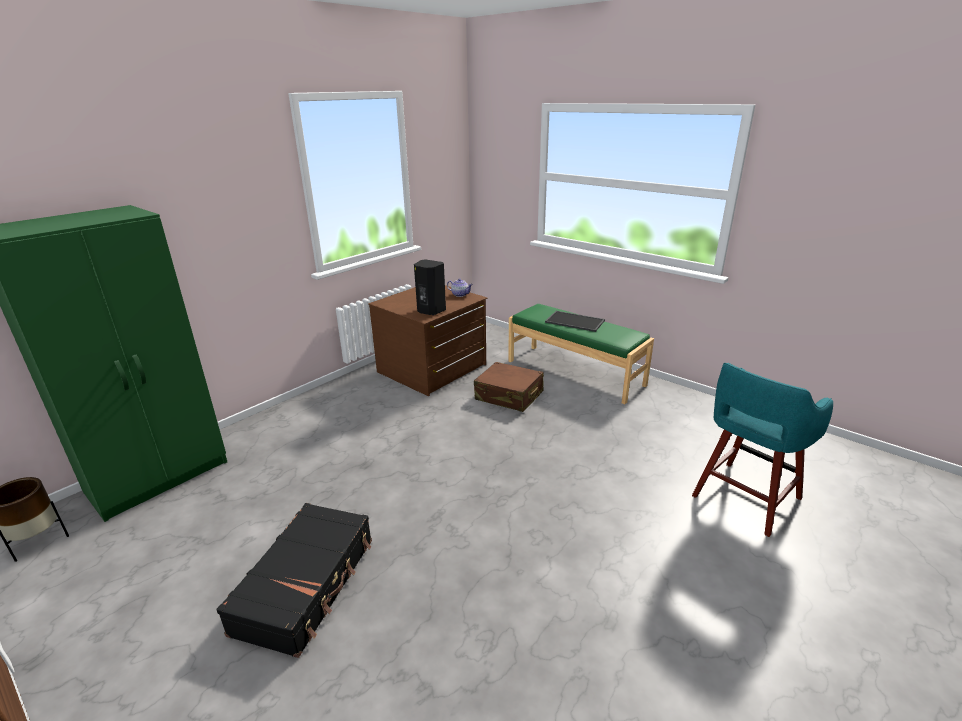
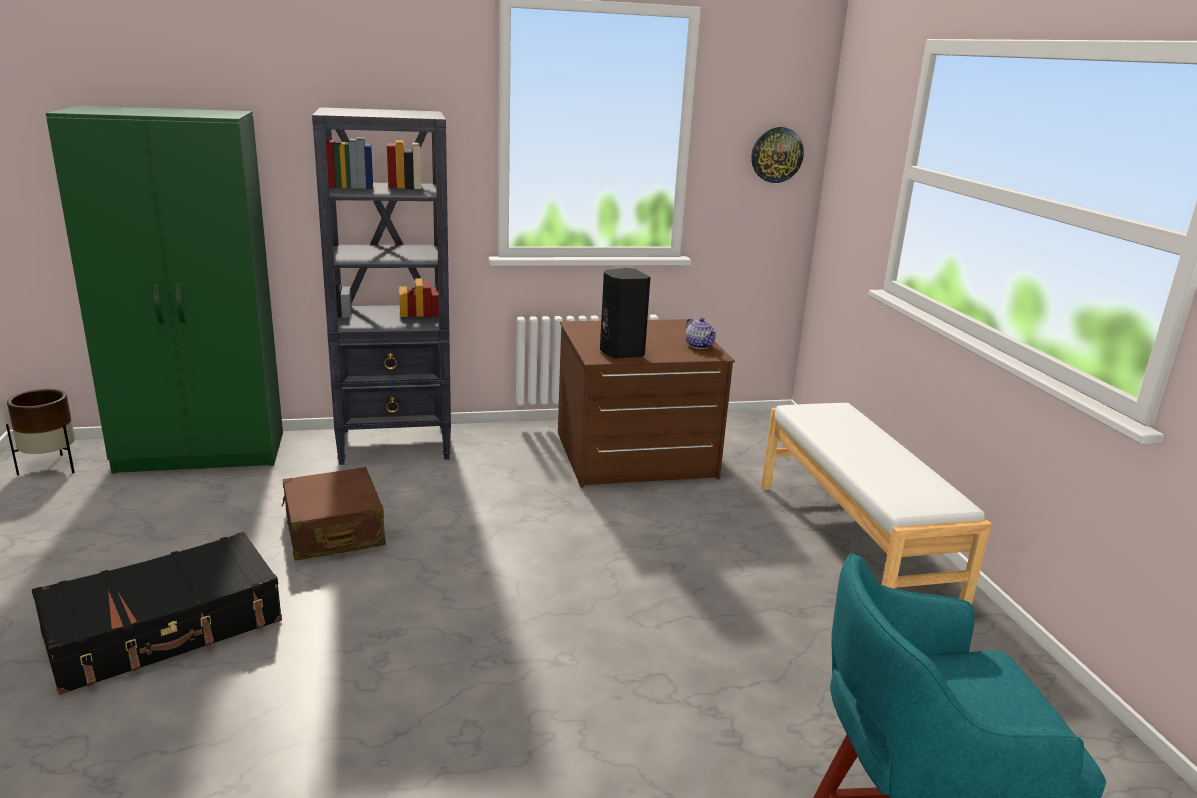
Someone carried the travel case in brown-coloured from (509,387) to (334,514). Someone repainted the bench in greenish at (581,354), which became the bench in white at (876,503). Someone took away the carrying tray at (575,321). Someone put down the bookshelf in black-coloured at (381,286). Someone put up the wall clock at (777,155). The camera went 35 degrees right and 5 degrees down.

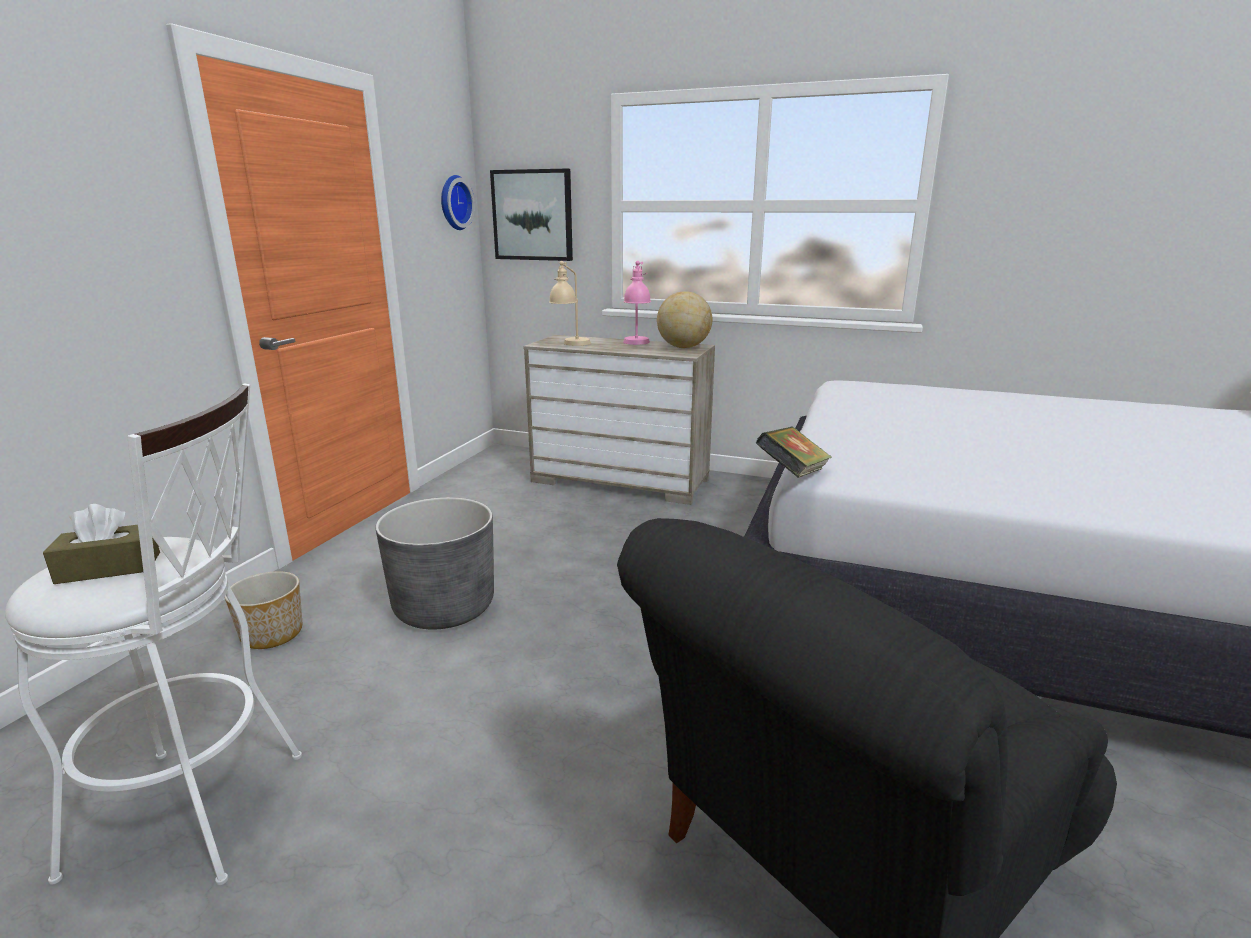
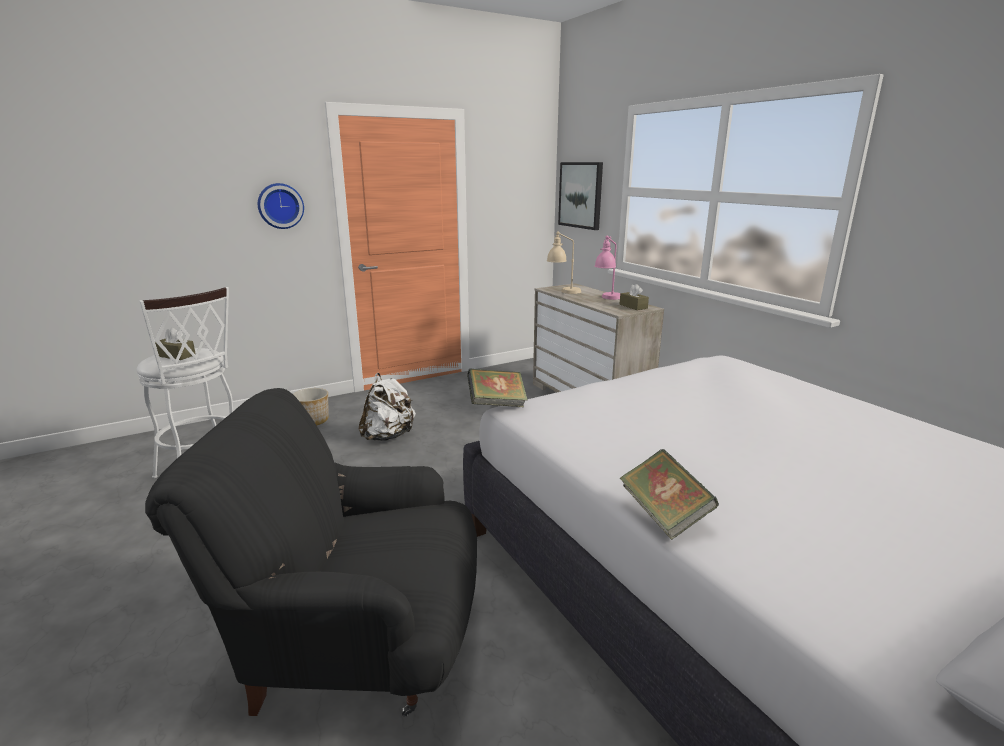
Someone swapped the plant pot in greyish at (435,563) for the rucksack in white at (387,407). Someone carried the wall clock from (458,202) to (281,206). Someone swapped the desk globe at (684,319) for the box of tissues in brown-coloured at (634,297). Someone put down the bound book at (669,494). The camera went 40 degrees right and 0 degrees up.

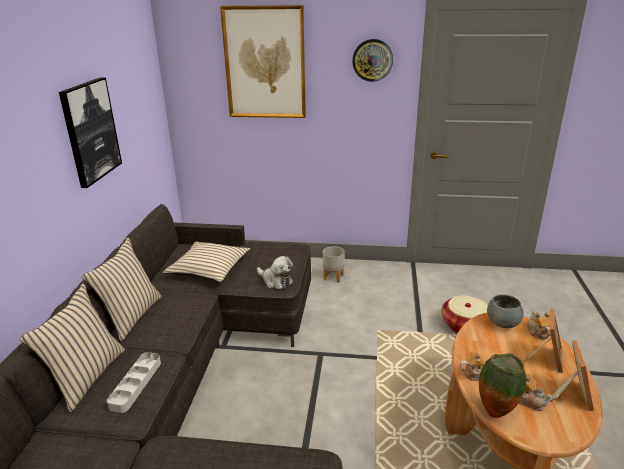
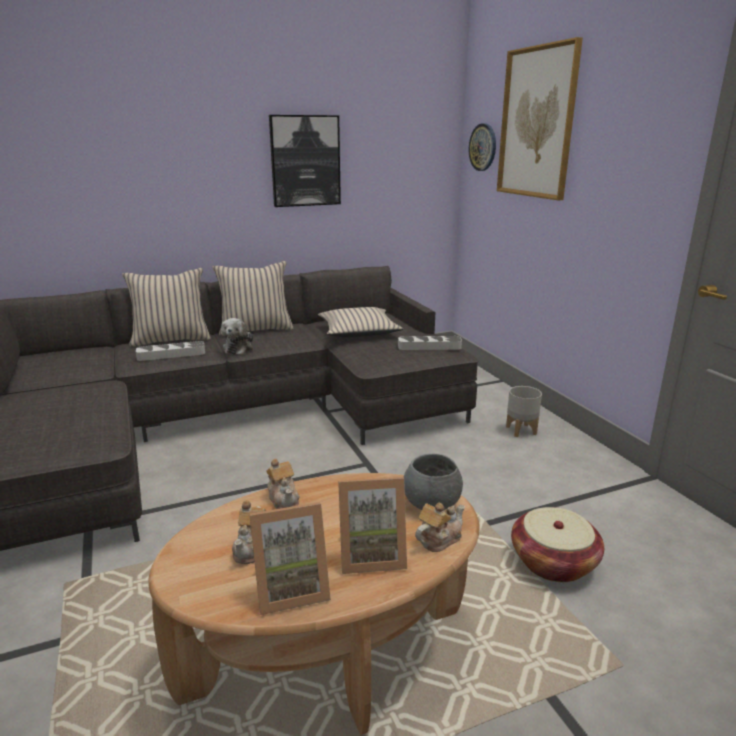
Someone carried the plush toy from (275,272) to (237,336). Someone carried the wall clock from (372,60) to (482,147). Someone took away the decorative vase at (502,385). Someone put down the carrying tray in greyish at (430,343). The camera went 60 degrees right and 5 degrees down.

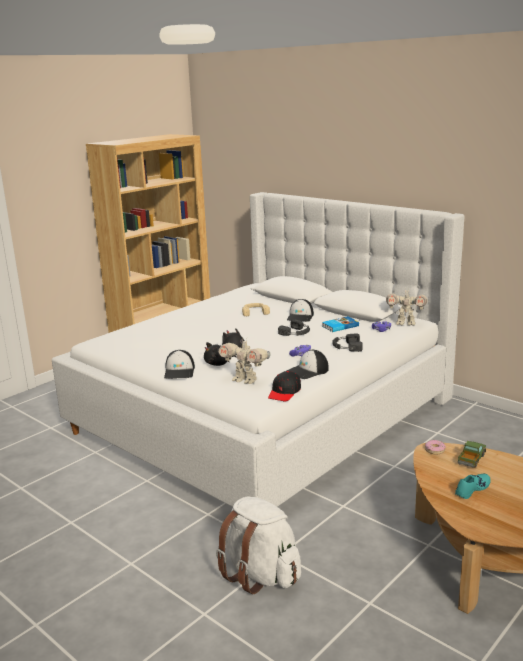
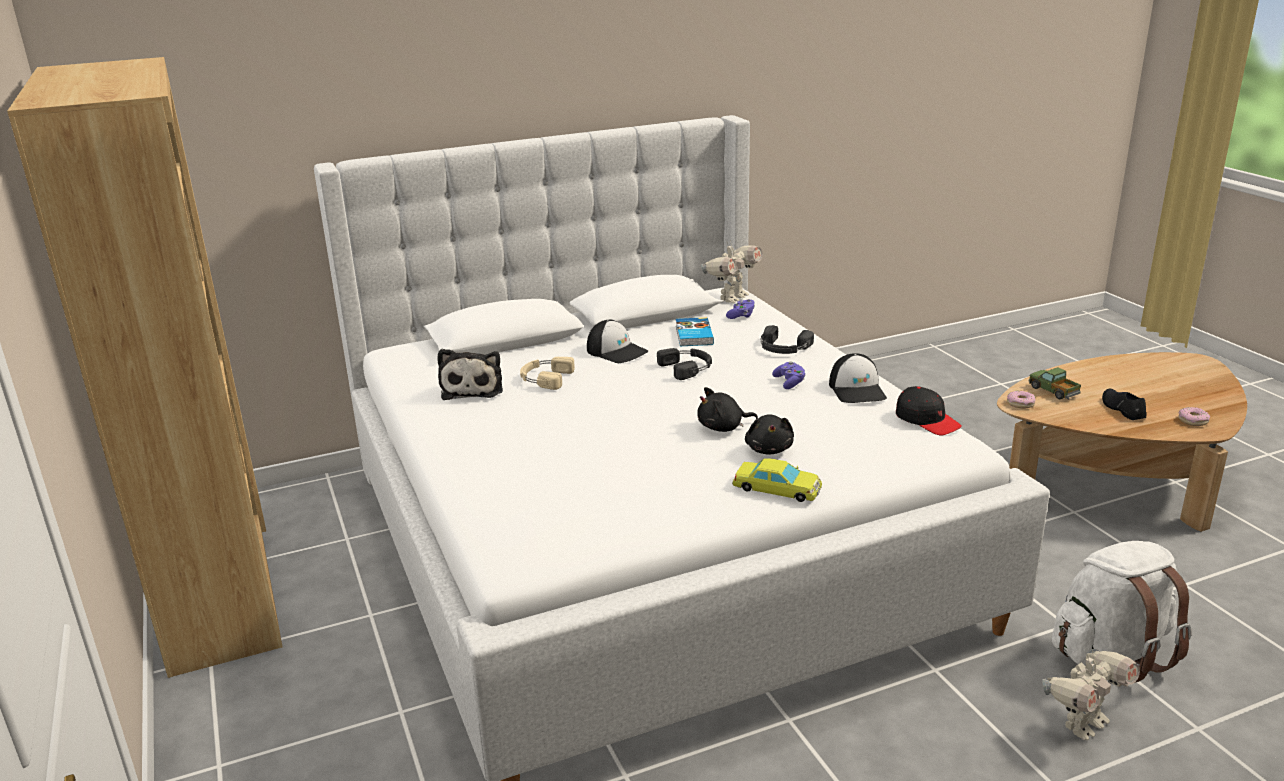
Someone swapped the peaked cap at (179,364) for the model car in yellow-coloured at (777,480). Someone carried the toy robot from (244,362) to (1091,694). Someone repainted the shoe in turquoise-coloured at (473,486), which became the shoe in black-coloured at (1124,404). Someone put down the plush toy at (470,374). Someone put down the doughnut at (1194,416). The camera went 65 degrees left and 5 degrees up.

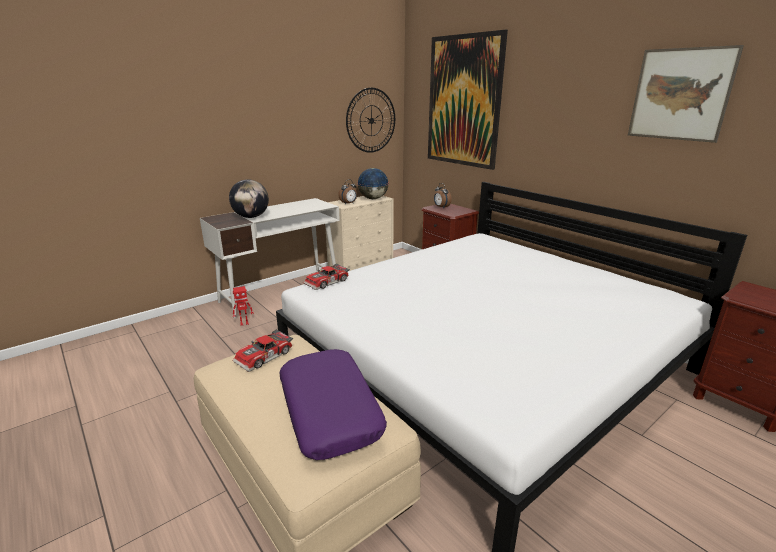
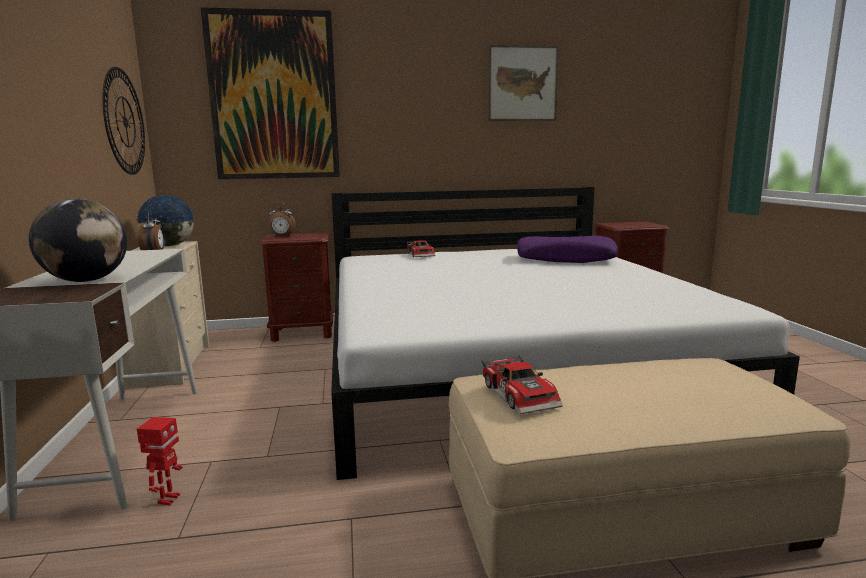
Someone carried the cushion in purplish from (333,404) to (567,249). Someone carried the model car from (327,277) to (421,248). The camera went 60 degrees left and 10 degrees down.

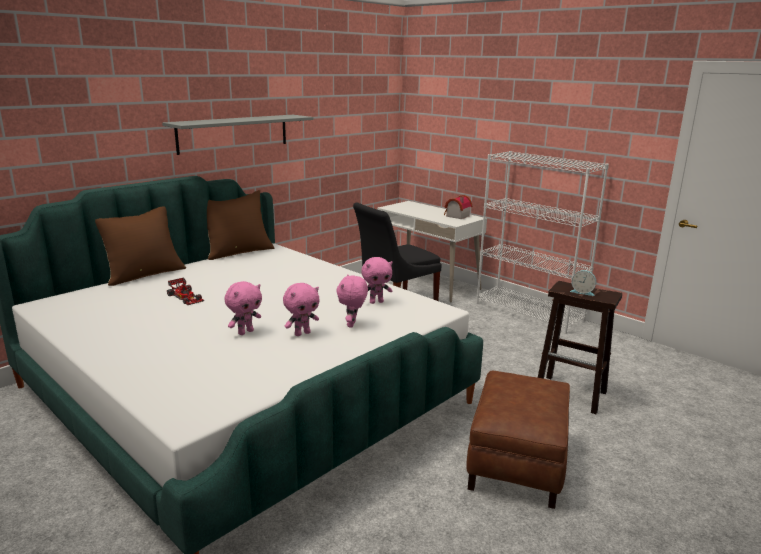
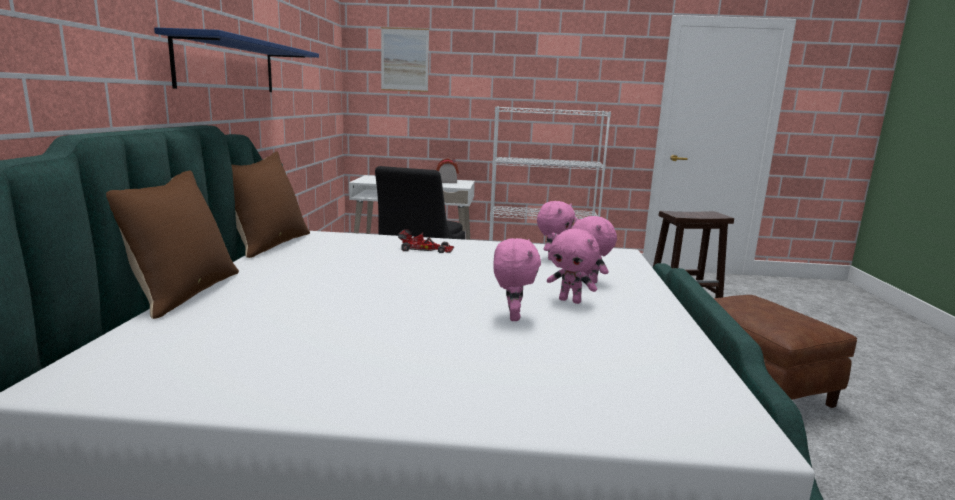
Someone repainted the shelf in greyish at (238,135), which became the shelf in blue at (236,60). Someone carried the model car from (185,291) to (426,241). Someone rotated the plush toy in pink-coloured at (301,309) by 105 degrees clockwise. Someone took away the table clock at (583,283). Someone put up the wall art at (405,59). The camera went 40 degrees left and 5 degrees down.

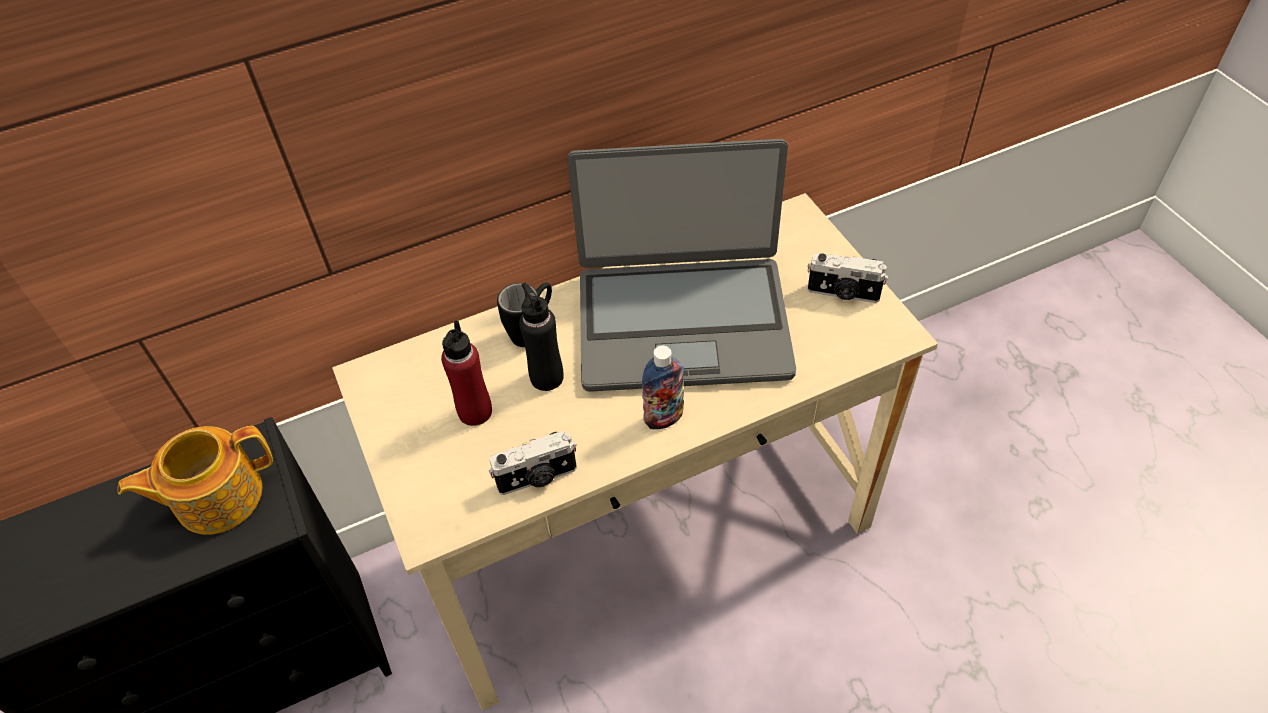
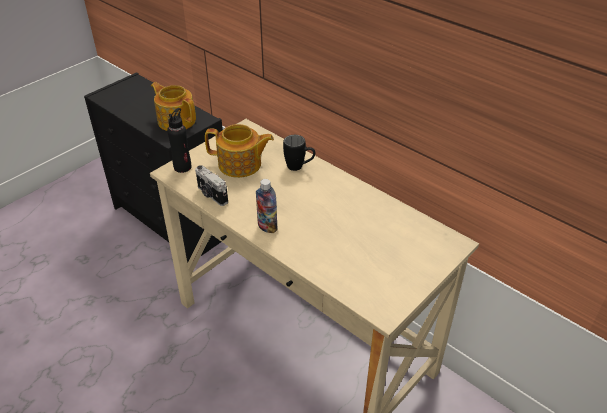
Someone swapped the drink bottle in reddish at (466,373) for the teapot at (239,151). Someone carried the drink bottle in black-coloured from (541,337) to (179,140). Someone took away the portable computer at (681,265). Someone took away the photo camera at (847,278). The camera went 65 degrees right and 10 degrees down.

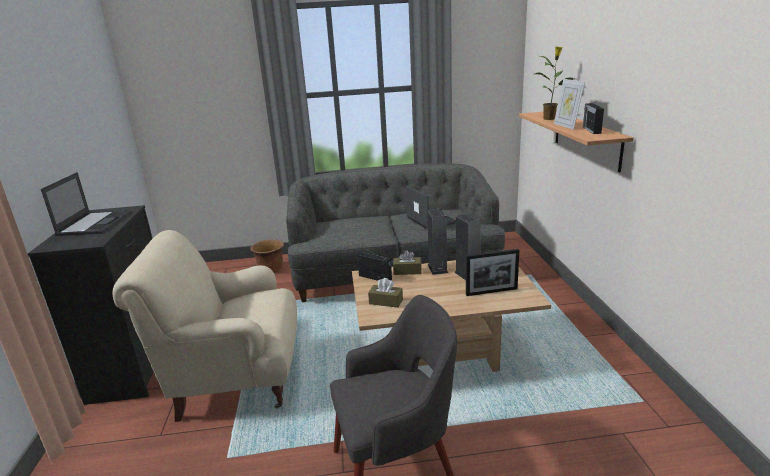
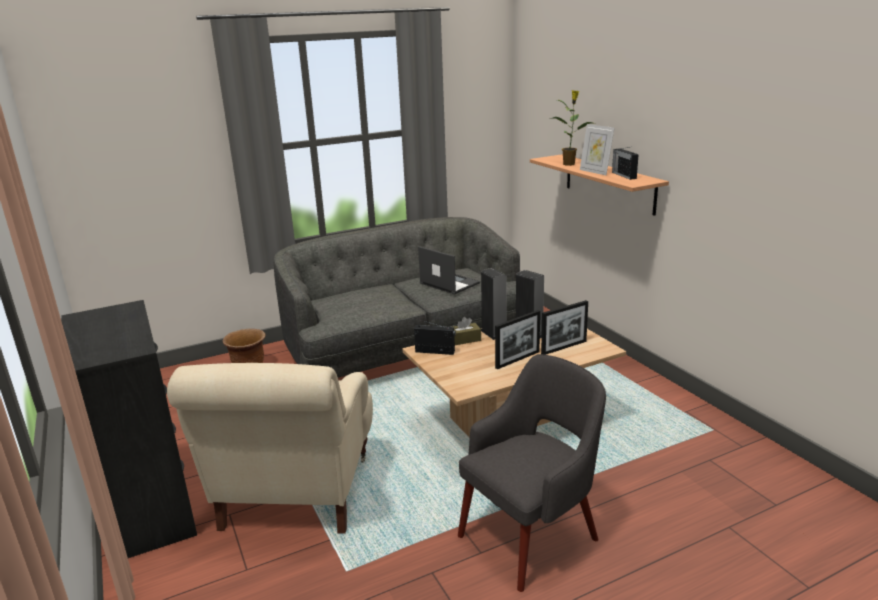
Someone took away the portable computer at (86,204). Someone rotated the armchair in sand-coloured at (204,326) by 60 degrees counterclockwise. Someone took away the box of tissues in brown-coloured at (385,293). Someone put down the standing frame at (517,339). The camera went 20 degrees left and 0 degrees up.

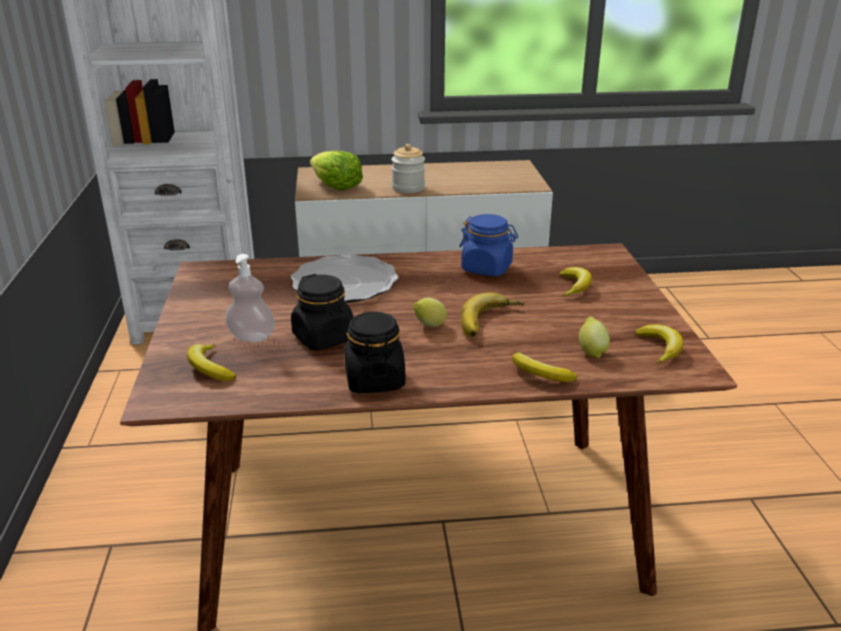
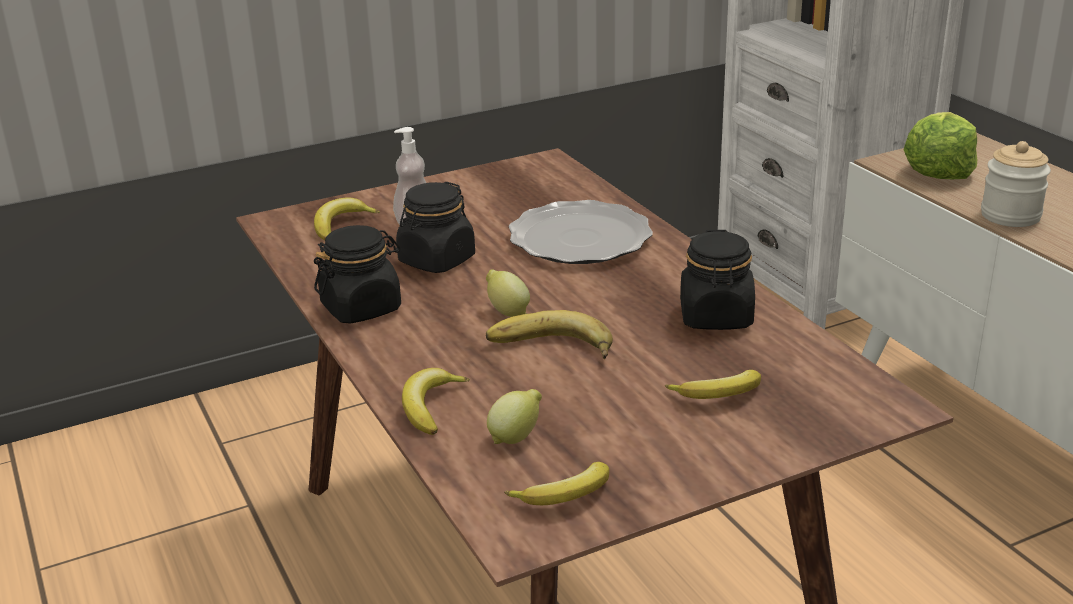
Someone repainted the jar in blue at (488,245), which became the jar in black-coloured at (717,280). The camera went 70 degrees right and 0 degrees up.

